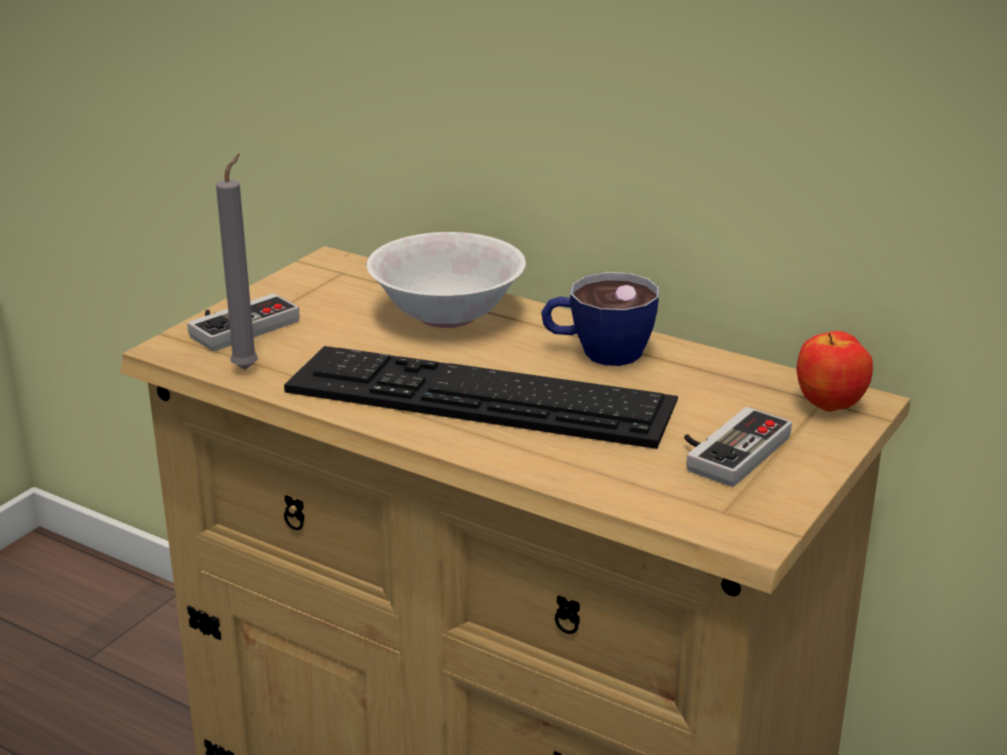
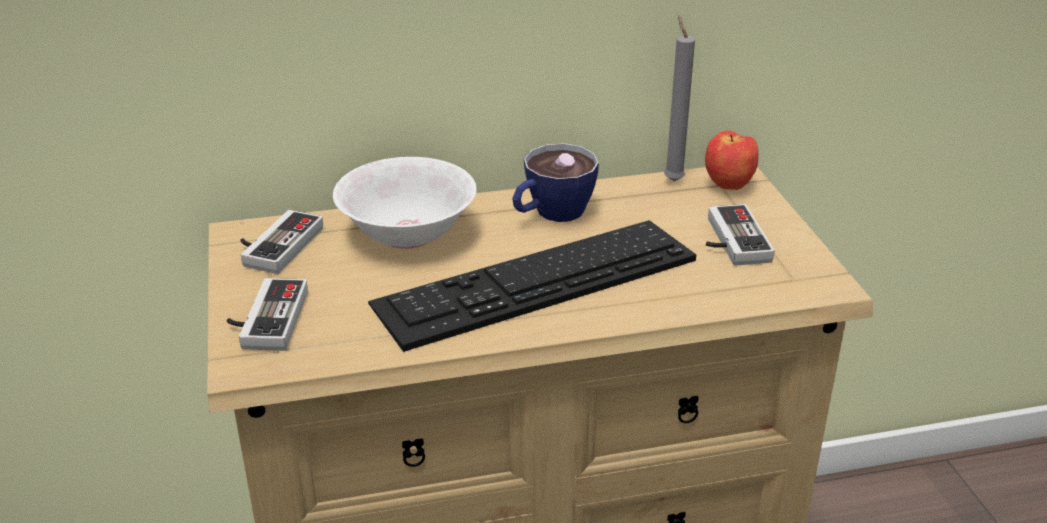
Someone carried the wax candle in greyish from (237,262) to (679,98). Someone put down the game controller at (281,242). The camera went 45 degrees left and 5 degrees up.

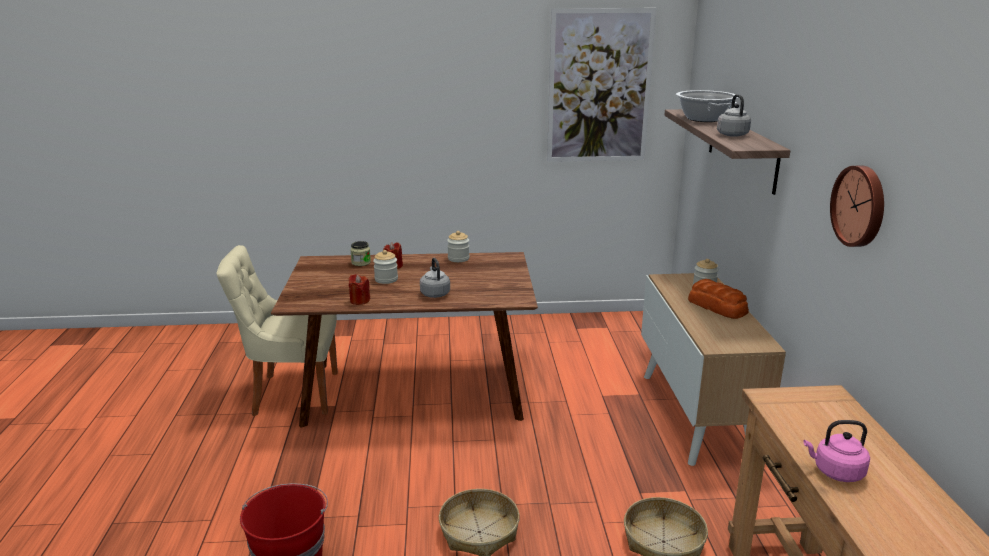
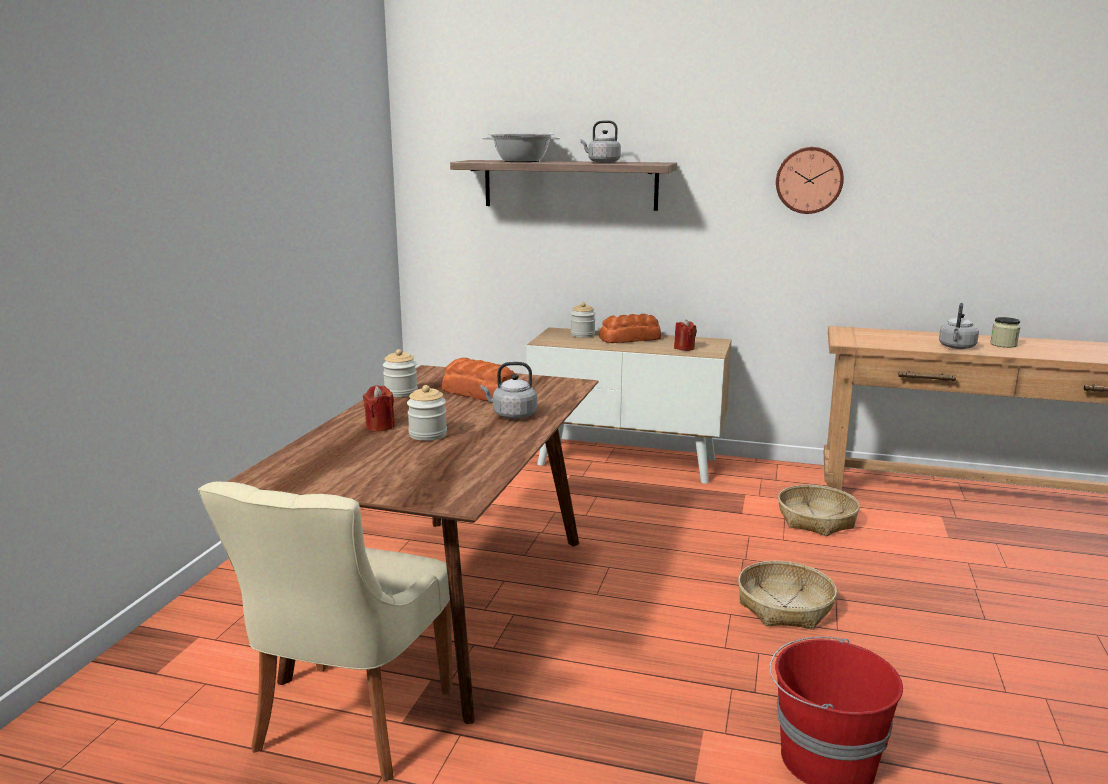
Someone carried the wax candle in reddish from (359,289) to (685,335). Someone carried the jar from (360,253) to (1005,332). Someone took away the wall art at (601,85). Someone repainted the water kettle in pink-coloured at (837,451), which became the water kettle in greyish at (959,326). Someone put down the baked bread at (478,380). The camera went 70 degrees left and 5 degrees down.

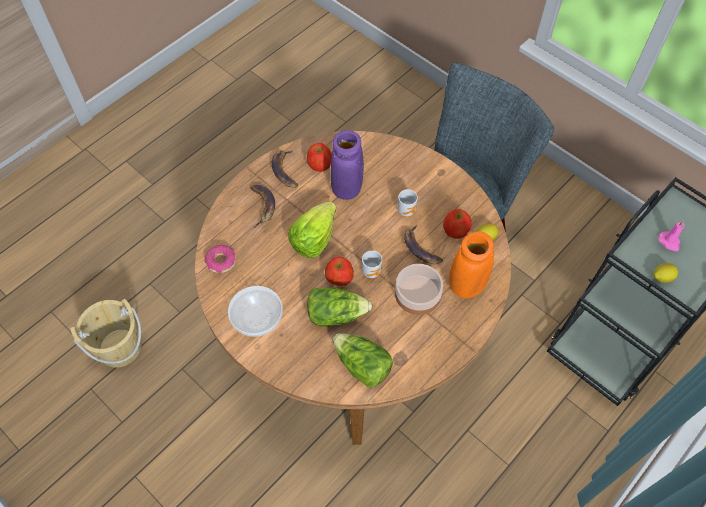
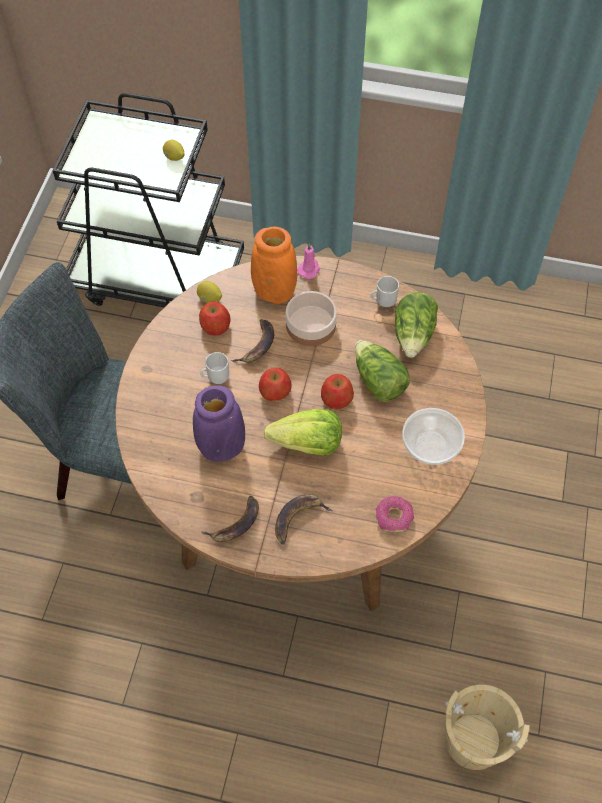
Someone carried the apple fruit from (319,157) to (275,384). Someone carried the mug from (372,264) to (384,291). Someone carried the wax candle in pink-coloured from (671,236) to (308,261). The camera went 120 degrees left and 0 degrees up.

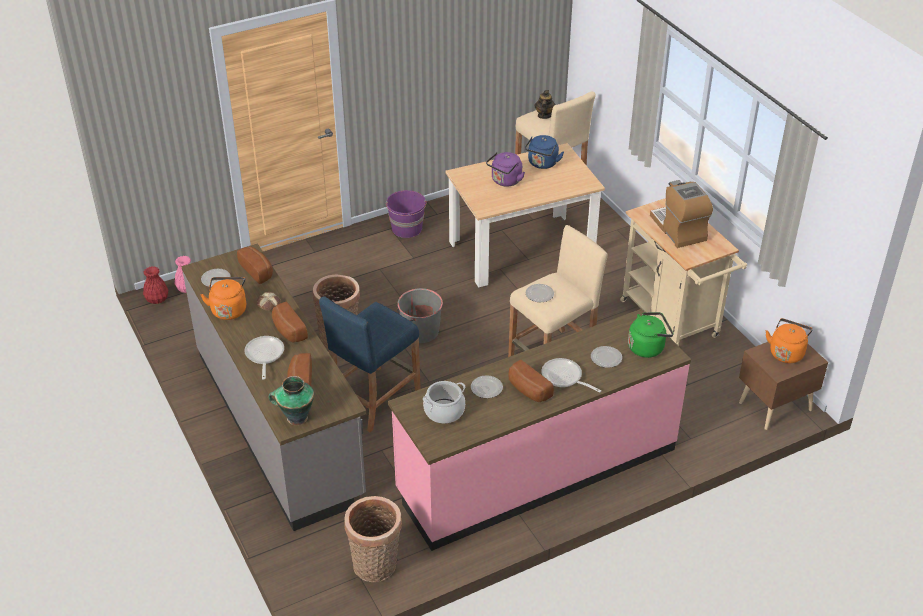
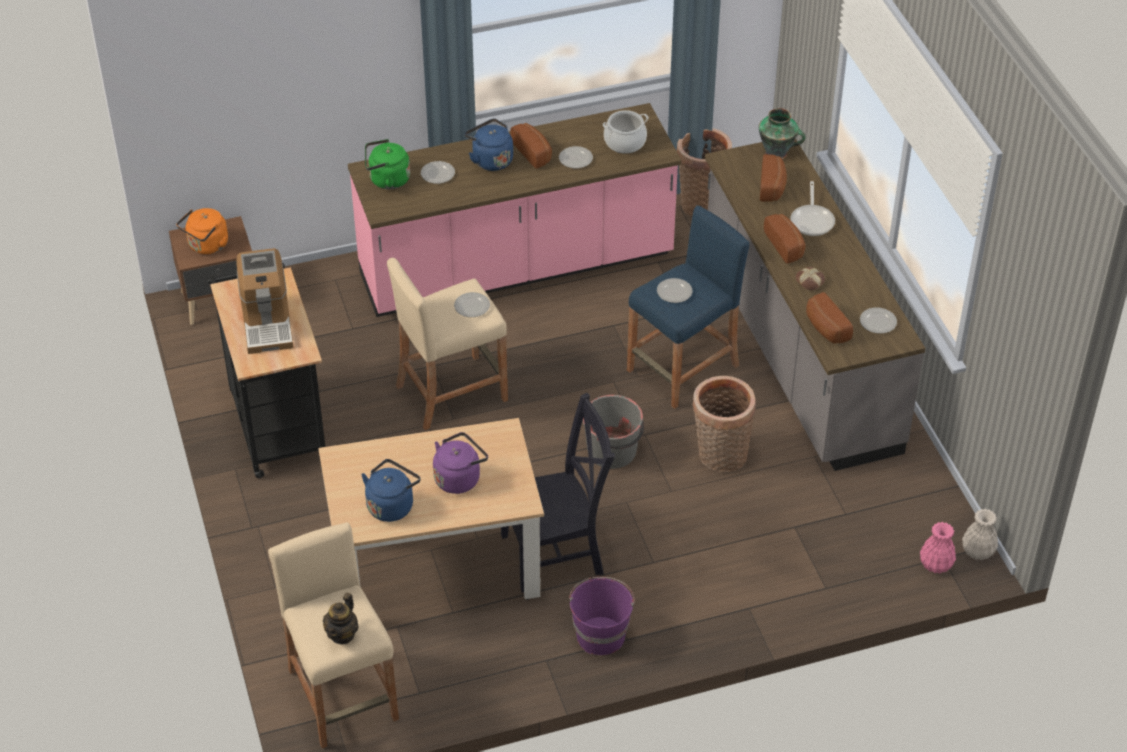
Someone repainted the decorative vase in reddish at (155,285), which became the decorative vase in white at (980,534). Someone took away the water kettle in orange-coloured at (223,298). Someone swapped the frying pan at (571,375) for the water kettle in blue at (489,145). Someone repainted the trolley in sand-coloured at (683,272), which became the trolley in black-coloured at (266,370). Someone put down the chair in black-coloured at (558,493). Someone put down the plate at (675,290). The camera went 170 degrees left and 5 degrees up.

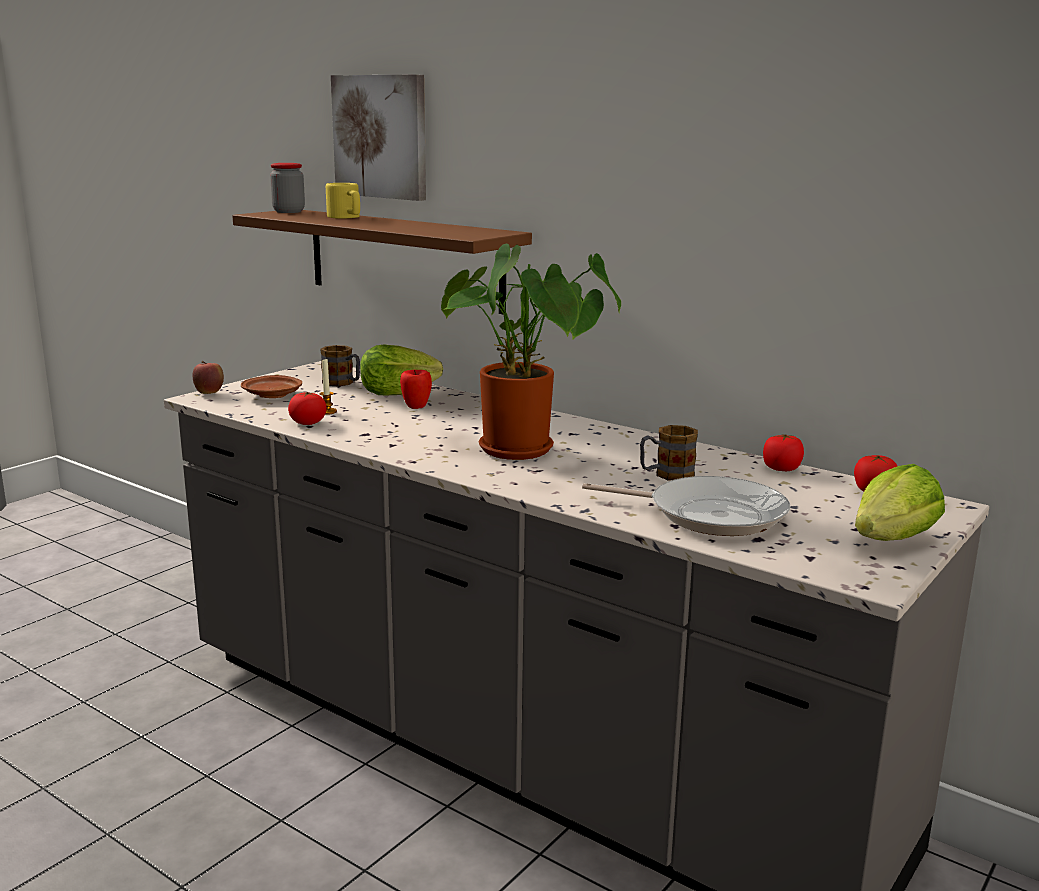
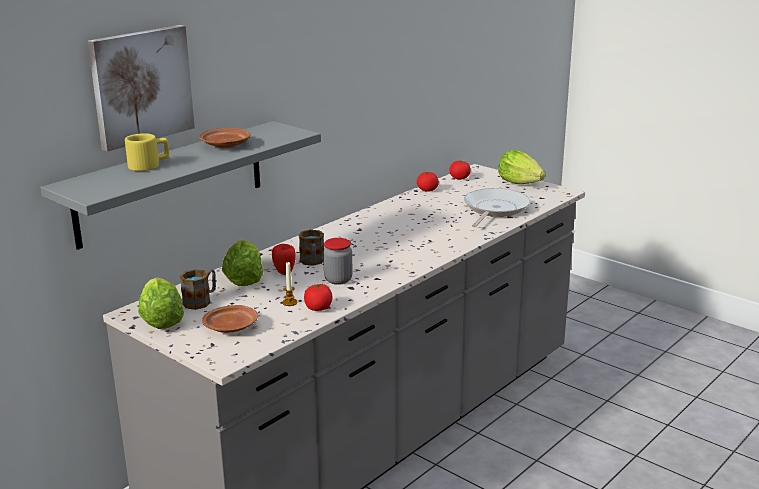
Someone took away the apple fruit at (208,377). Someone repainted the shelf in brown-coloured at (382,262), which became the shelf in greyish at (180,185). Someone carried the jar from (287,188) to (338,261). Someone took away the plant in a pot at (531,352). Someone carried the mug from (669,453) to (311,248). Someone put down the lettuce head at (161,303). Someone put down the plate in brown-coloured at (224,138). The camera went 85 degrees left and 5 degrees up.

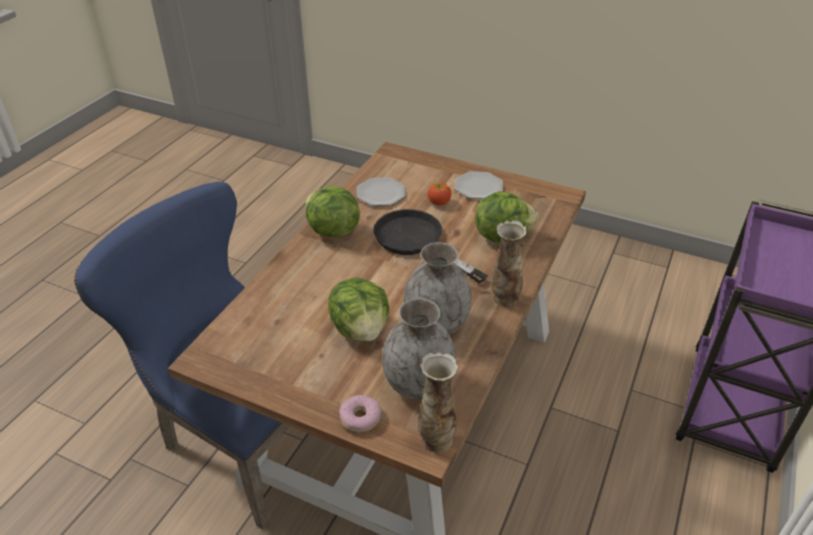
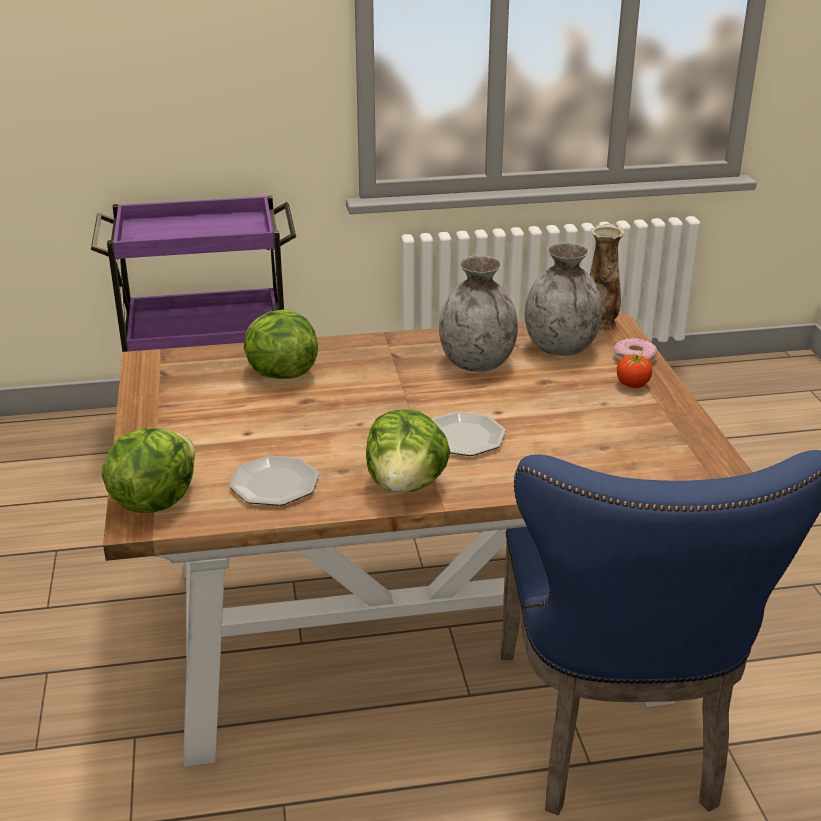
Someone carried the lettuce head from (358,309) to (148,470). Someone took away the frying pan in black-coloured at (430,246). Someone carried the tomato from (439,193) to (635,368). Someone carried the plate from (479,185) to (469,433). Someone took away the decorative vase at (509,263). The camera went 125 degrees left and 10 degrees down.

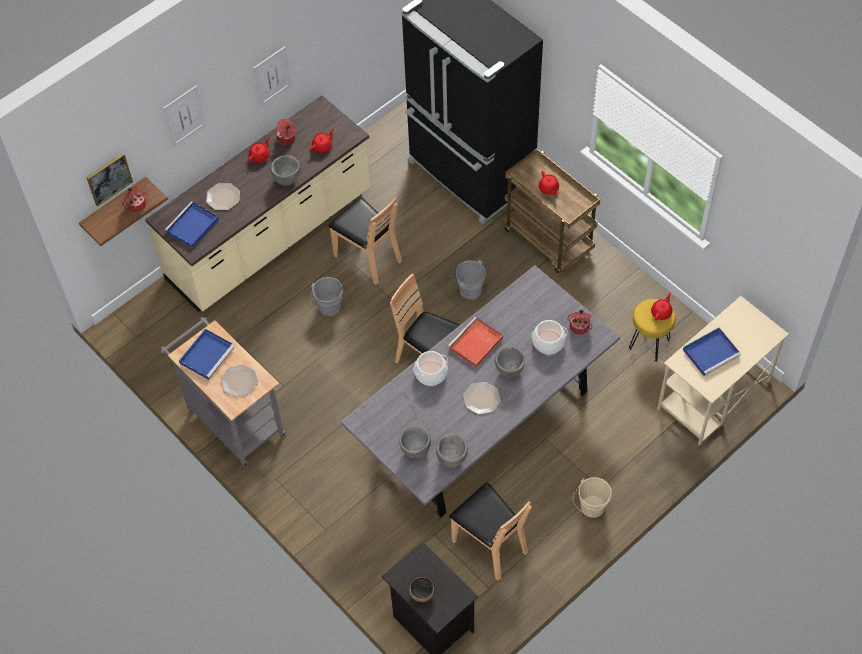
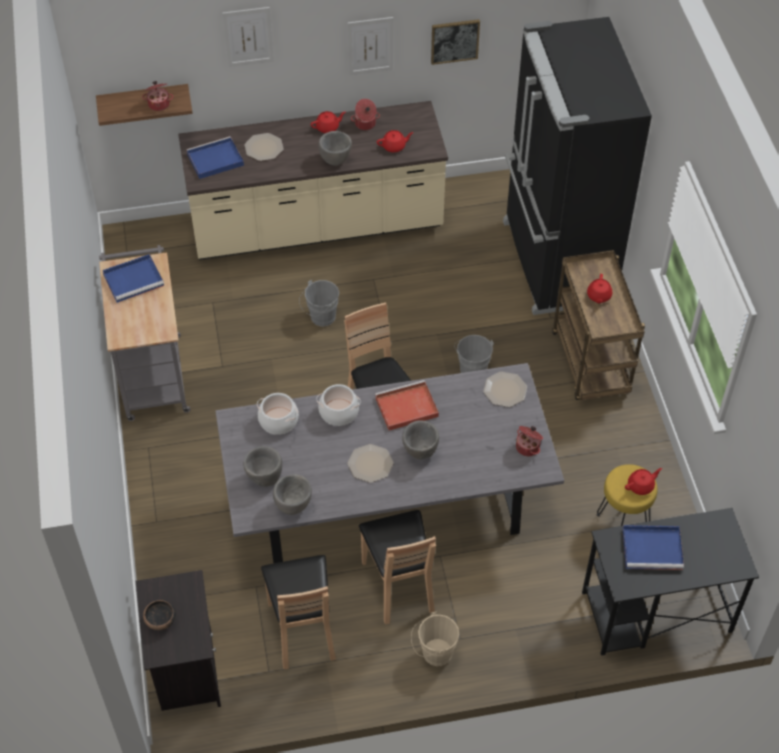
Someone carried the wall art from (109,179) to (455,42). Someone carried the plate from (239,381) to (505,389). Someone carried the chair in brown-coloured from (365,241) to (397,567). Someone carried the saucepot from (549,337) to (278,414). Someone repainted the desk in sand-coloured at (723,371), which became the desk in black-coloured at (670,582). The camera went 30 degrees right and 5 degrees down.

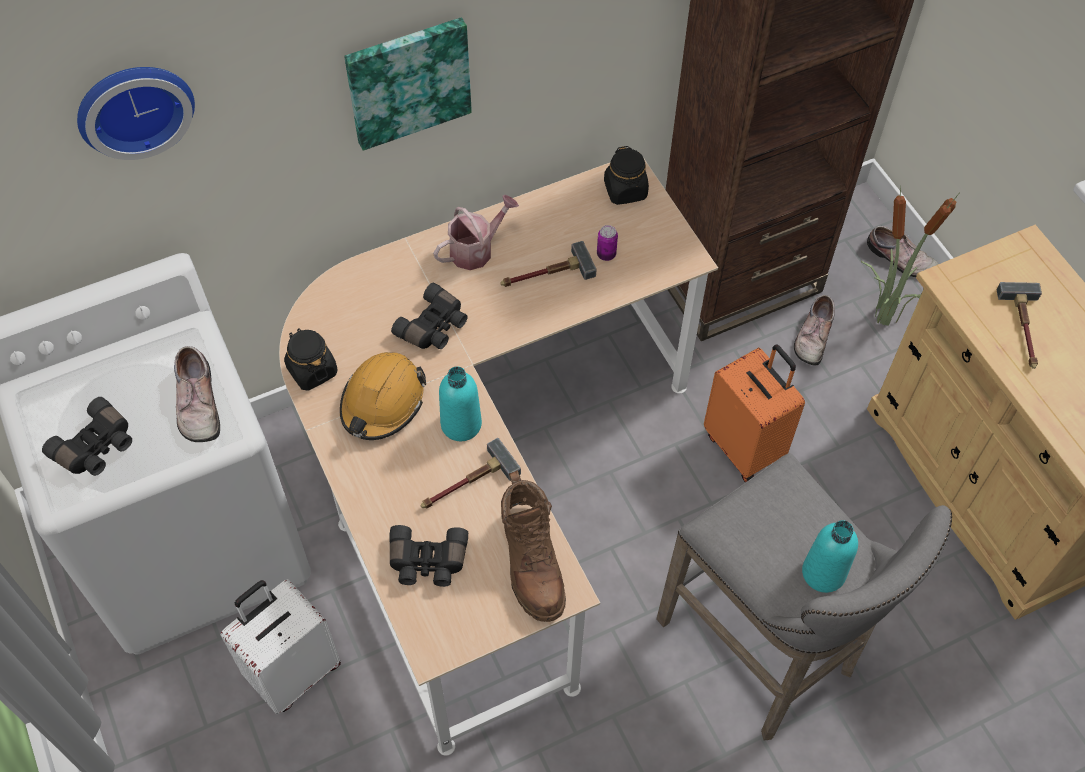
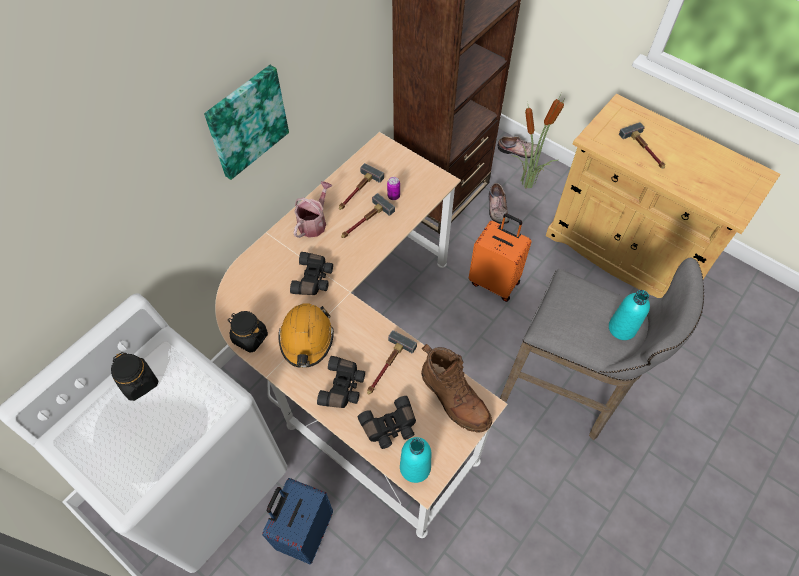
Someone carried the pair of binoculars in black-coloured from (87,436) to (341,382). Someone took away the wall clock at (136,113). Someone took away the shoe at (197,394). Someone repainted the travel case in white at (280,646), which became the travel case in blue at (297,521). Someone carried the drink bottle in turquoise-coloured from (460,403) to (415,460). Someone carried the jar in black-coloured from (626,175) to (135,376). Someone put down the hand hammer at (361,186). The camera went 25 degrees left and 0 degrees up.

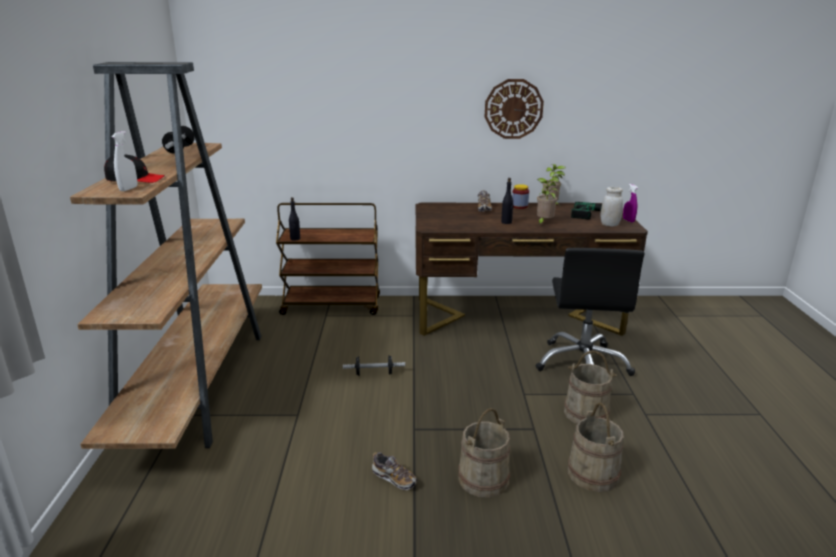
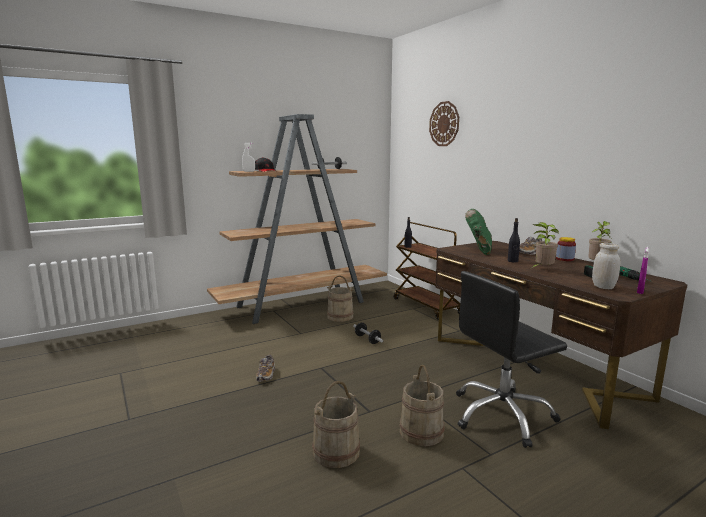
Someone carried the bucket in sand-coloured from (484,452) to (340,298). Someone carried the wall clock from (514,109) to (444,123). Someone put down the high-top boot in greenish at (478,232). The camera went 60 degrees right and 10 degrees down.

